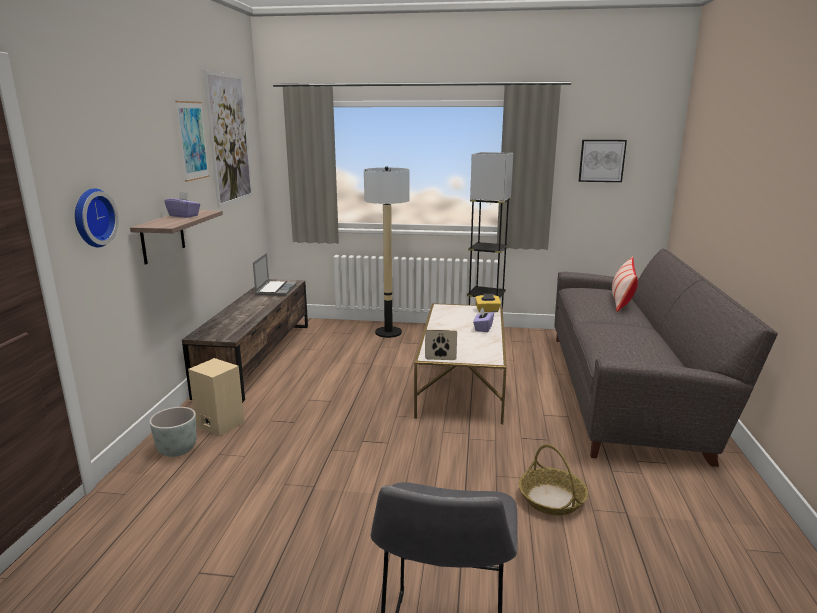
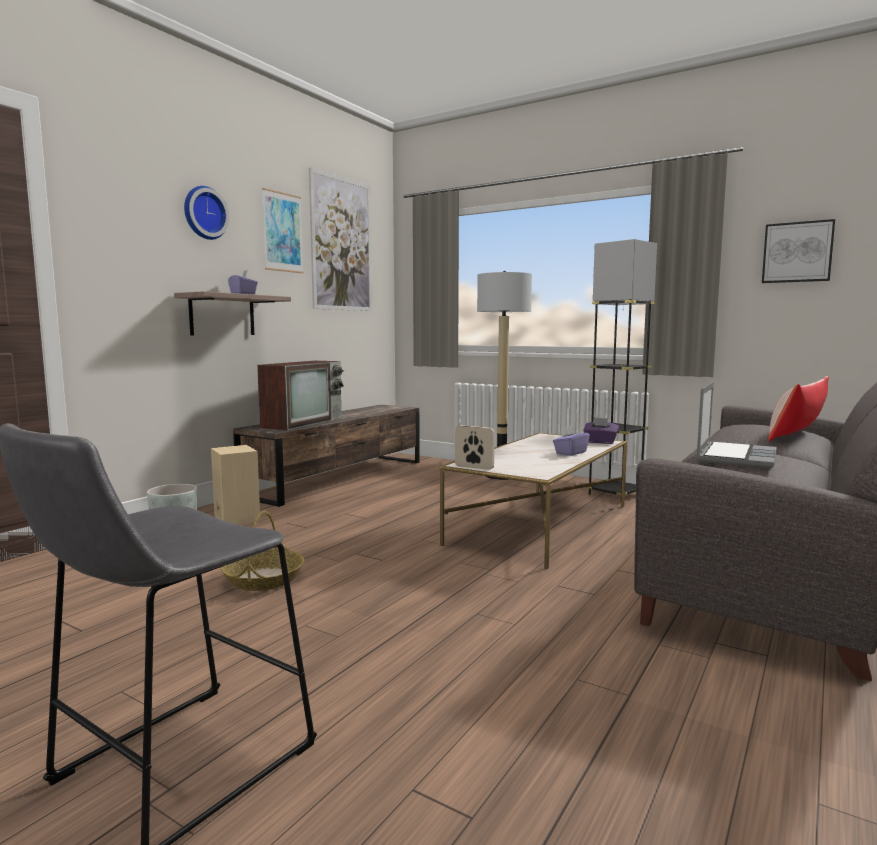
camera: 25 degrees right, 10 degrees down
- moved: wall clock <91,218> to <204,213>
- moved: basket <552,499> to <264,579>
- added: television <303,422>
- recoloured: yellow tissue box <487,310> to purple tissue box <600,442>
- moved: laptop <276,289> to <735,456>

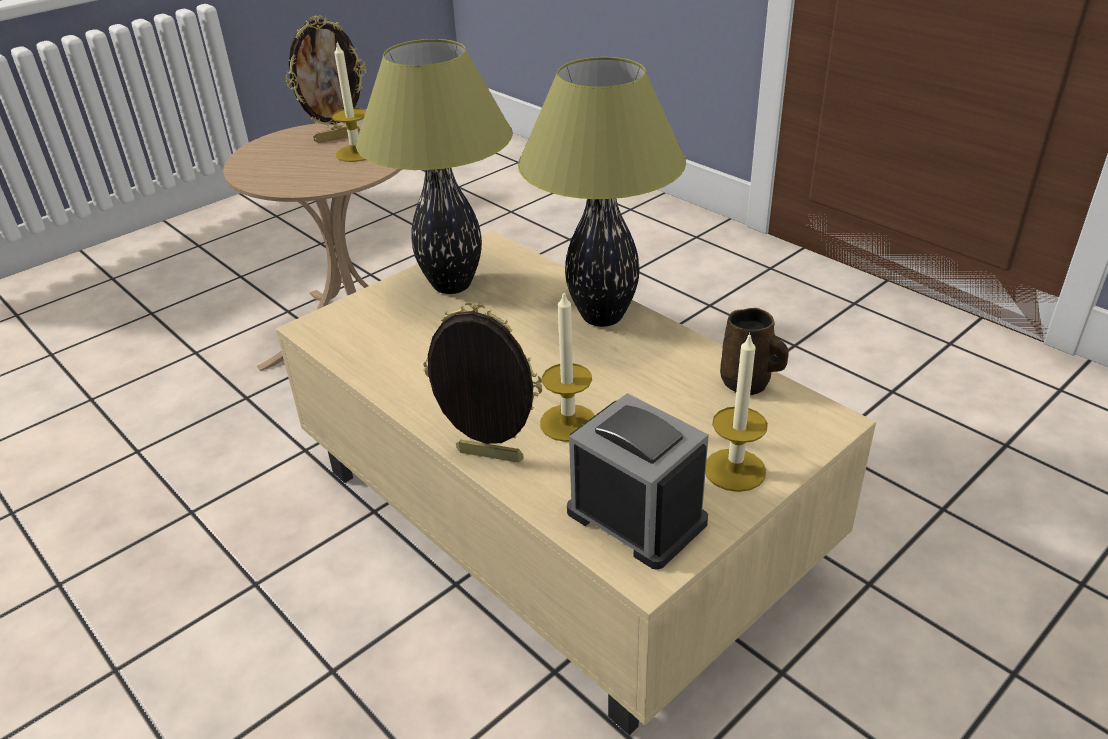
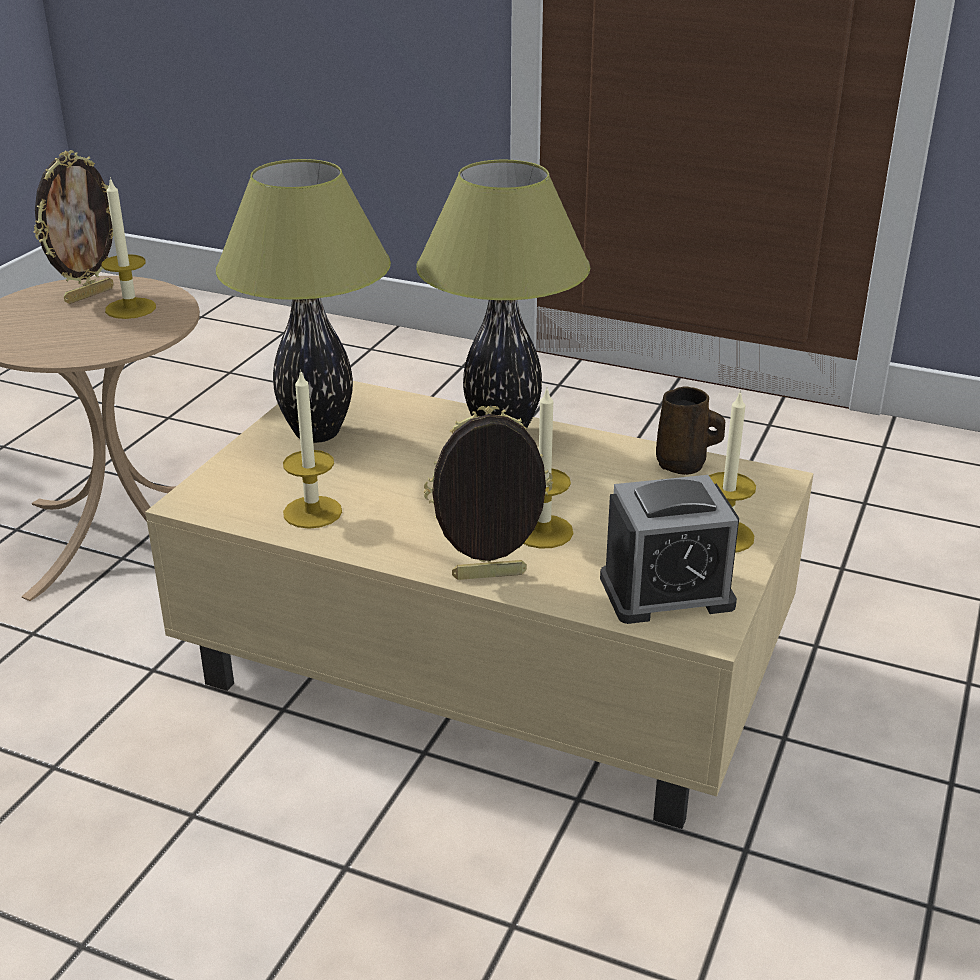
camera: 25 degrees left, 5 degrees down
- added: candle <312,512>
- turned: alarm clock <636,517> = <666,592> 150 degrees clockwise

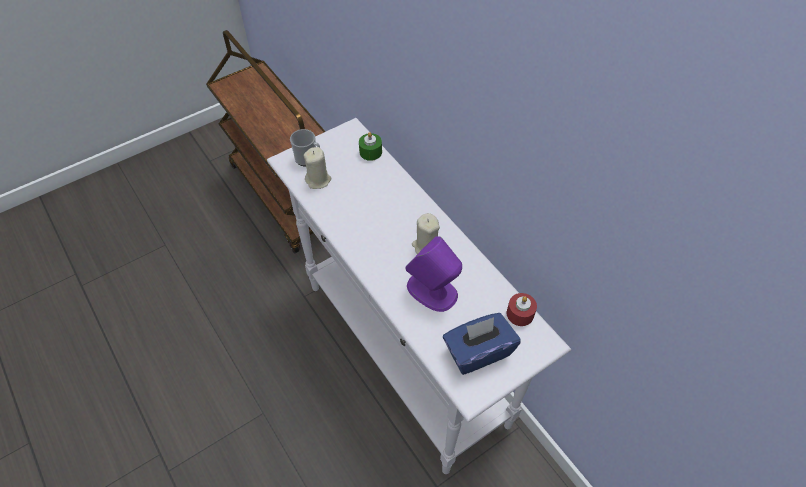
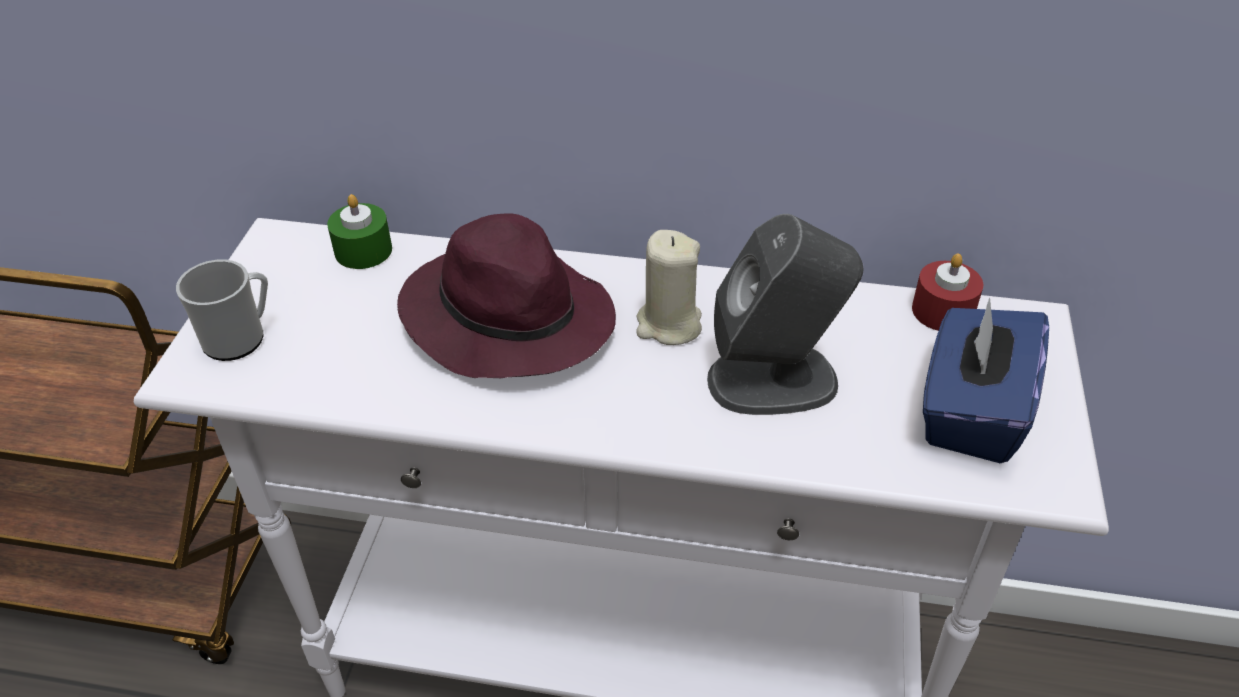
camera: 45 degrees left, 10 degrees down
- added: purple hat <505,317>
- recoloured: purple speaker <432,291> to grey speaker <774,380>
- removed: beige candle <318,180>

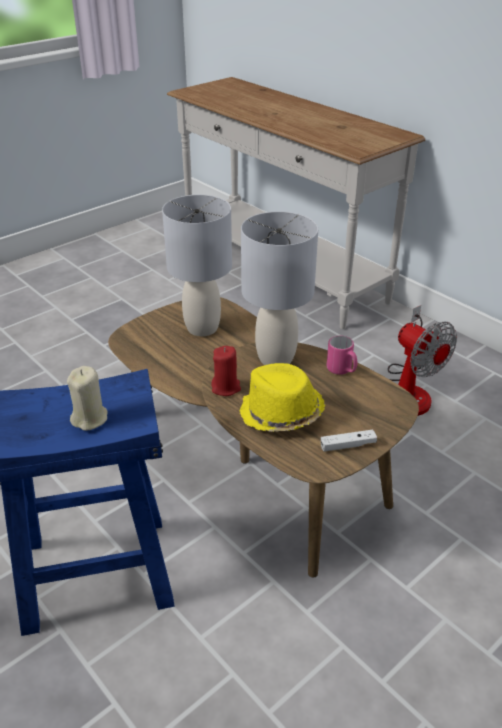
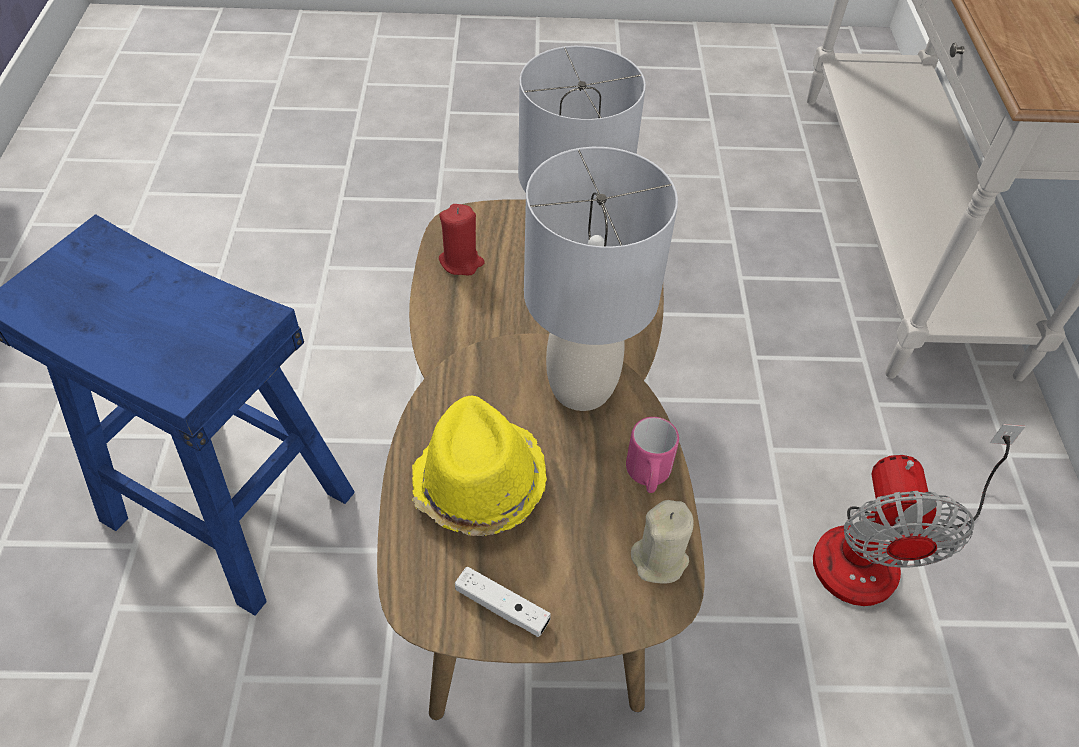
camera: 40 degrees right, 15 degrees up
- moved: red candle <226,388> to <461,262>
- moved: beige candle <90,418> to <659,559>

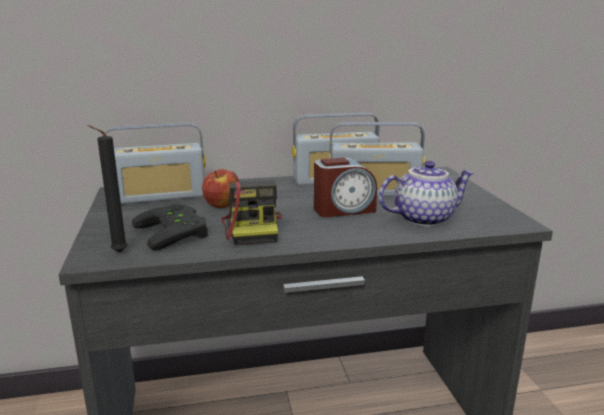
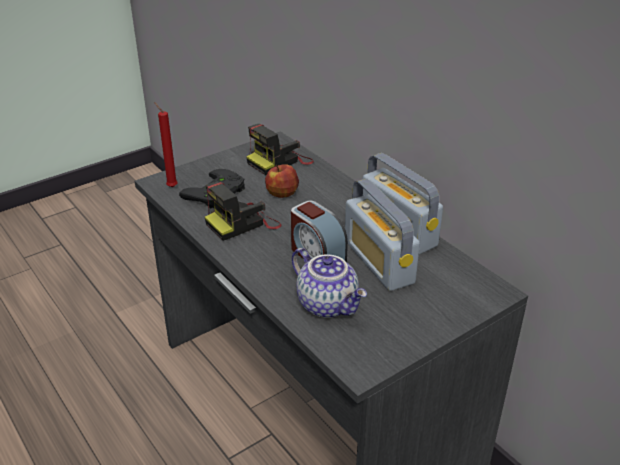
camera: 65 degrees right, 15 degrees up
- recoloured: black candle <117,253> to red candle <171,186>
- replaced: radio <159,196> to photo camera <279,161>

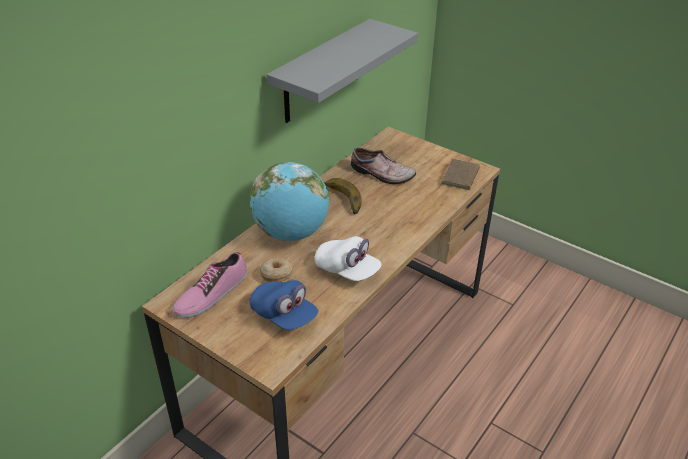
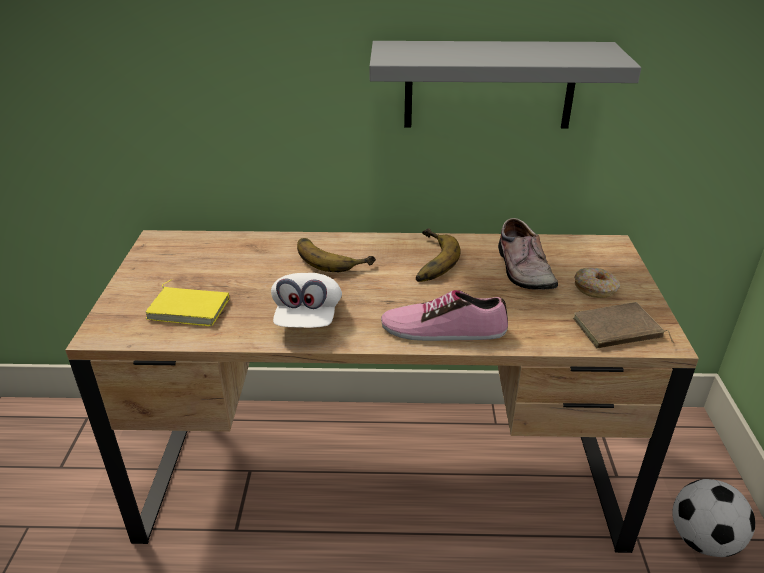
camera: 55 degrees right, 5 degrees down
- replaced: blue cap <284,315> to yellow book <190,308>
- replaced: globe <291,233> to banana <333,257>
- moved: shoe <211,293> to <443,329>
- moved: donut <276,274> to <595,289>
- added: football <703,540>

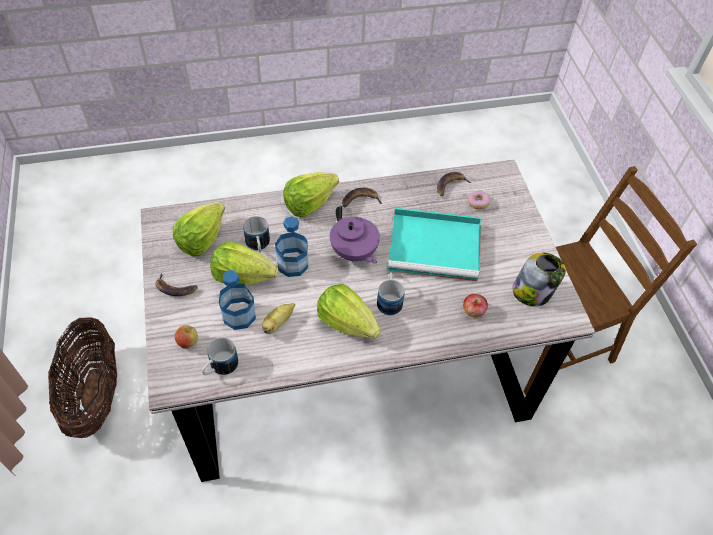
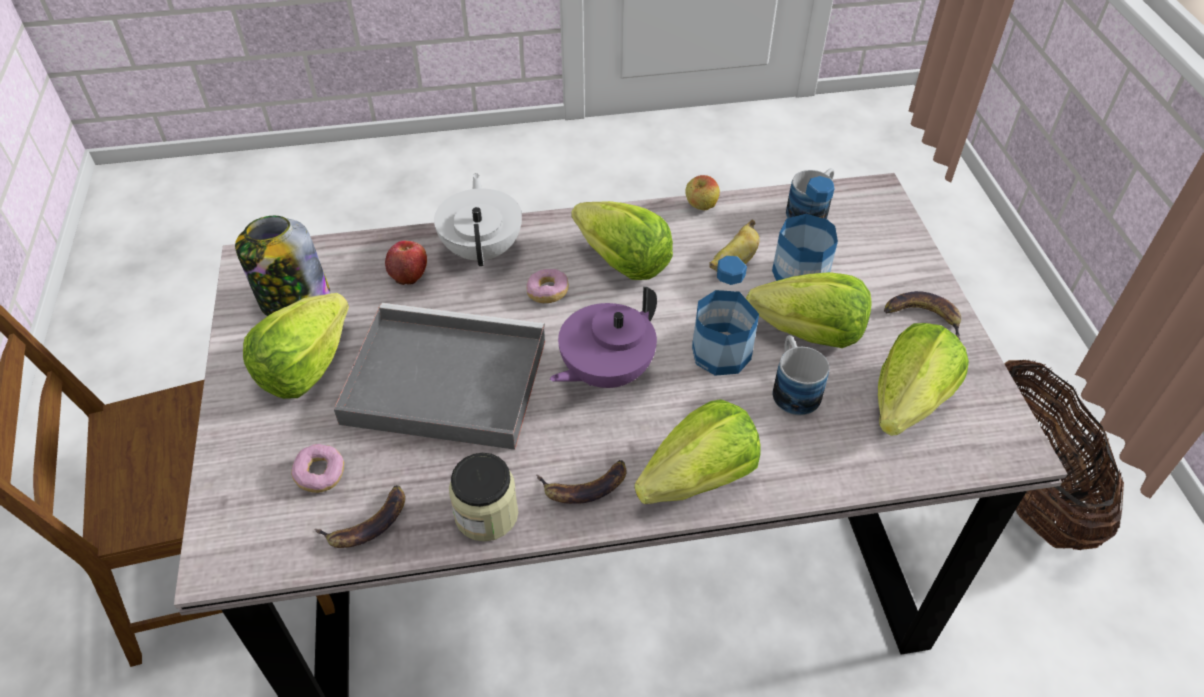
camera: 175 degrees left, 5 degrees down
- added: lettuce <305,367>
- recoloured: turquoise tray <436,246> to grey tray <441,381>
- added: white teapot <483,249>
- added: jar <486,514>
- replaced: mug <389,300> to donut <547,293>
- turned: purple teapot <354,253> = <605,372> 105 degrees counterclockwise
- moved: apple <188,343> to <700,207>

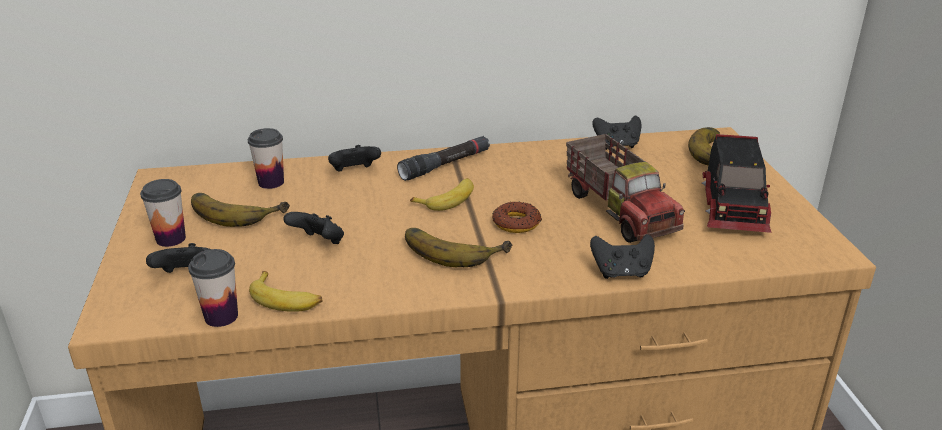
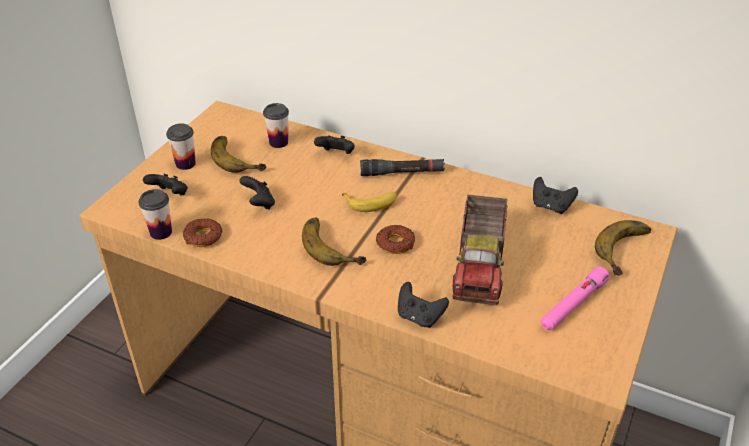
camera: 35 degrees right, 10 degrees up
- replaced: banana <286,299> to donut <203,237>
- replaced: toy truck <734,208> to pink flashlight <573,305>

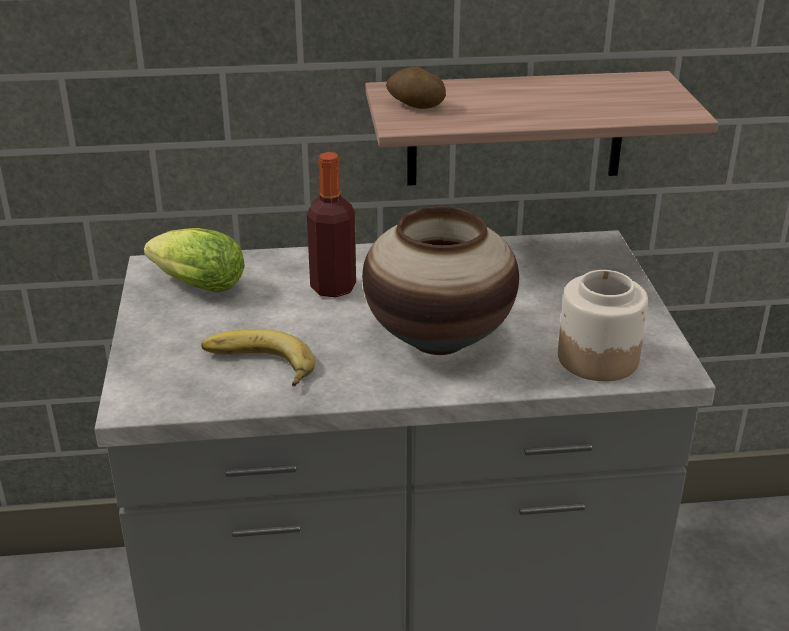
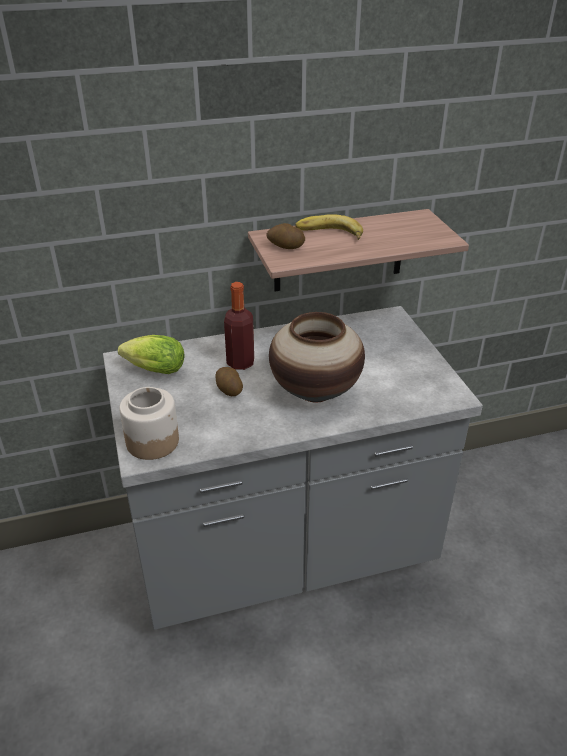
camera: 10 degrees left, 5 degrees up
- moved: jar <597,358> to <152,441>
- added: potato <229,390>
- moved: banana <257,367> to <329,234>

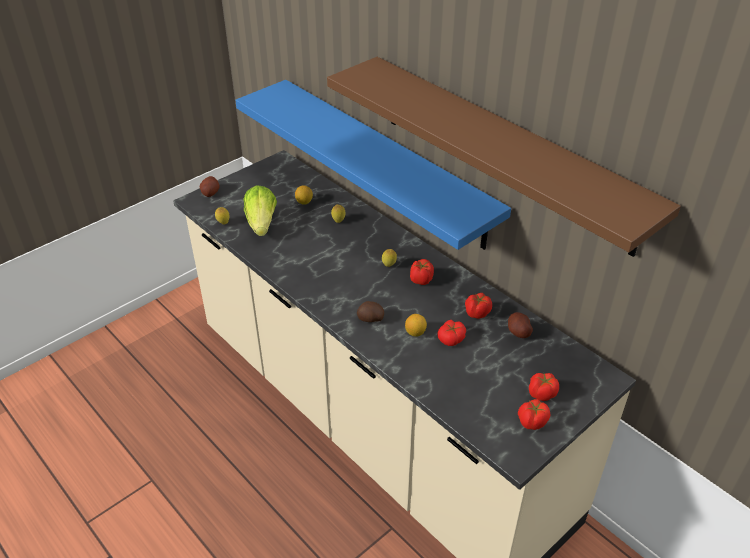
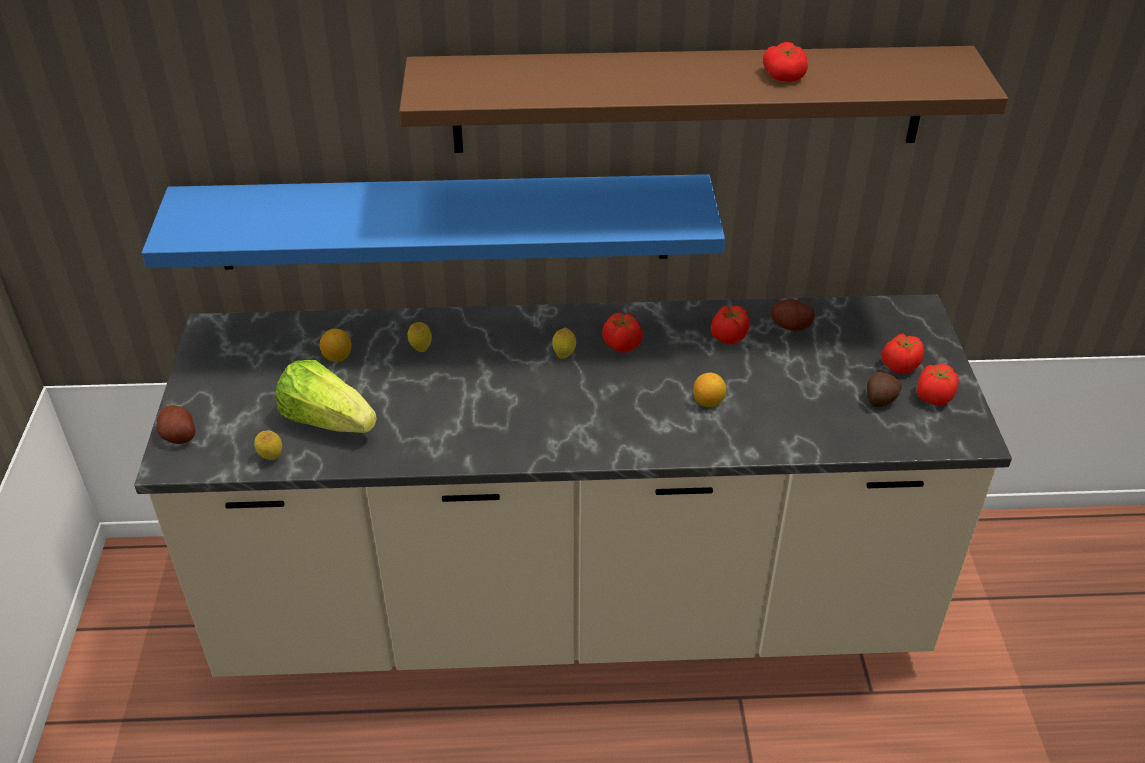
camera: 50 degrees left, 0 degrees up
- moved: tomato <451,338> to <784,75>
- moved: potato <370,319> to <879,400>

